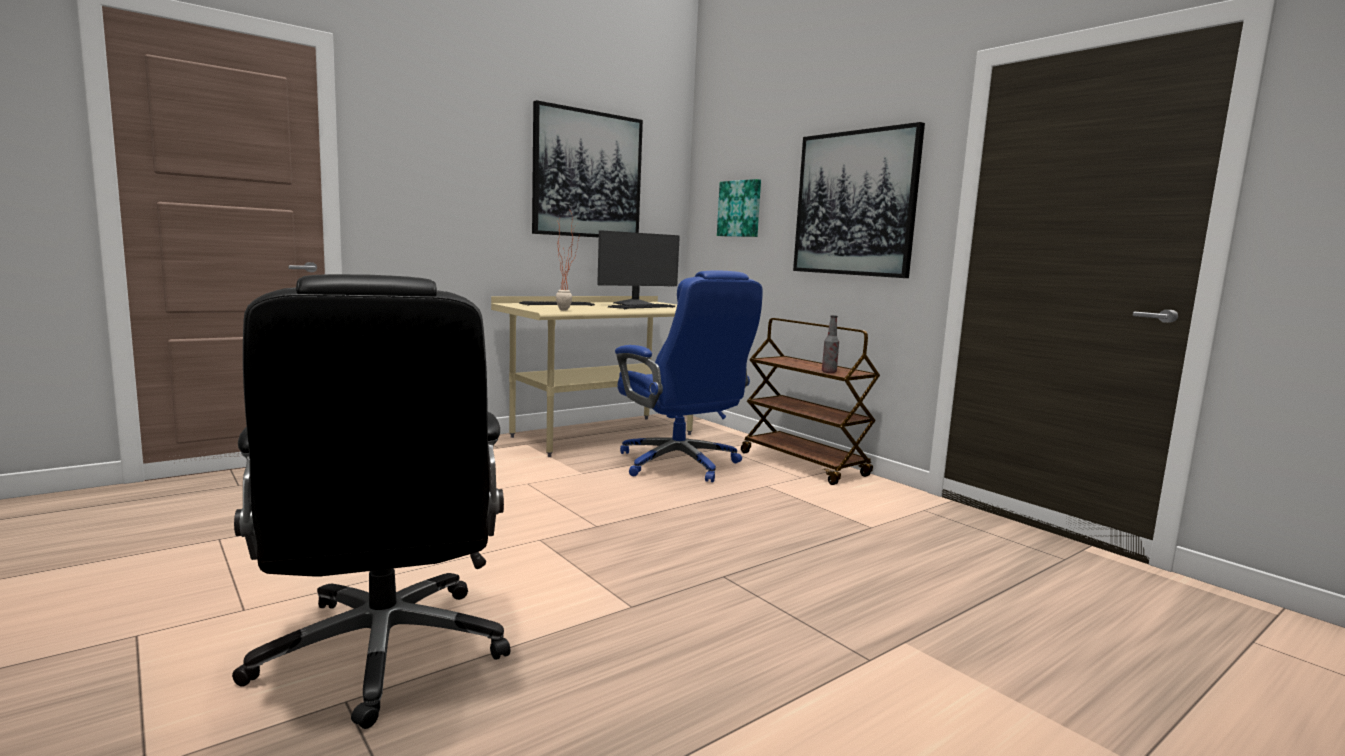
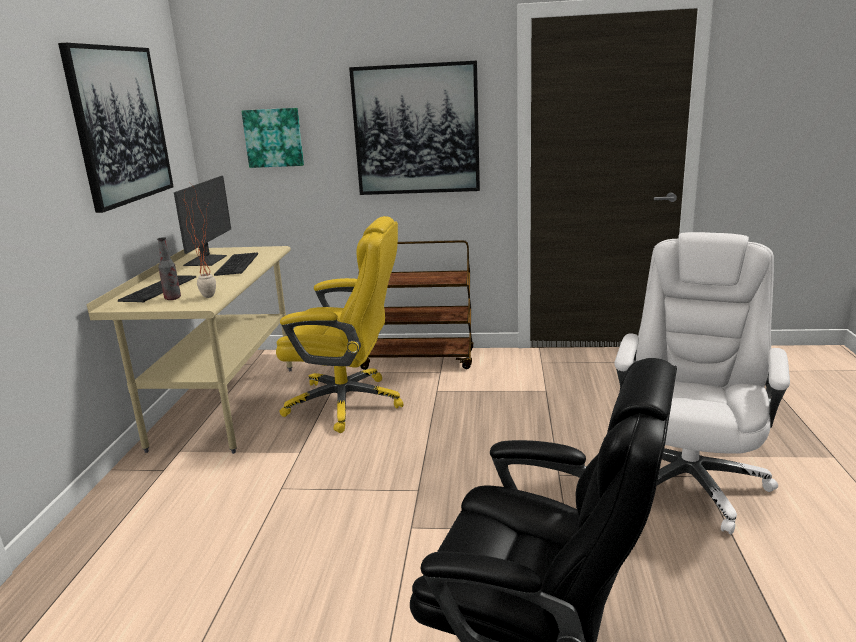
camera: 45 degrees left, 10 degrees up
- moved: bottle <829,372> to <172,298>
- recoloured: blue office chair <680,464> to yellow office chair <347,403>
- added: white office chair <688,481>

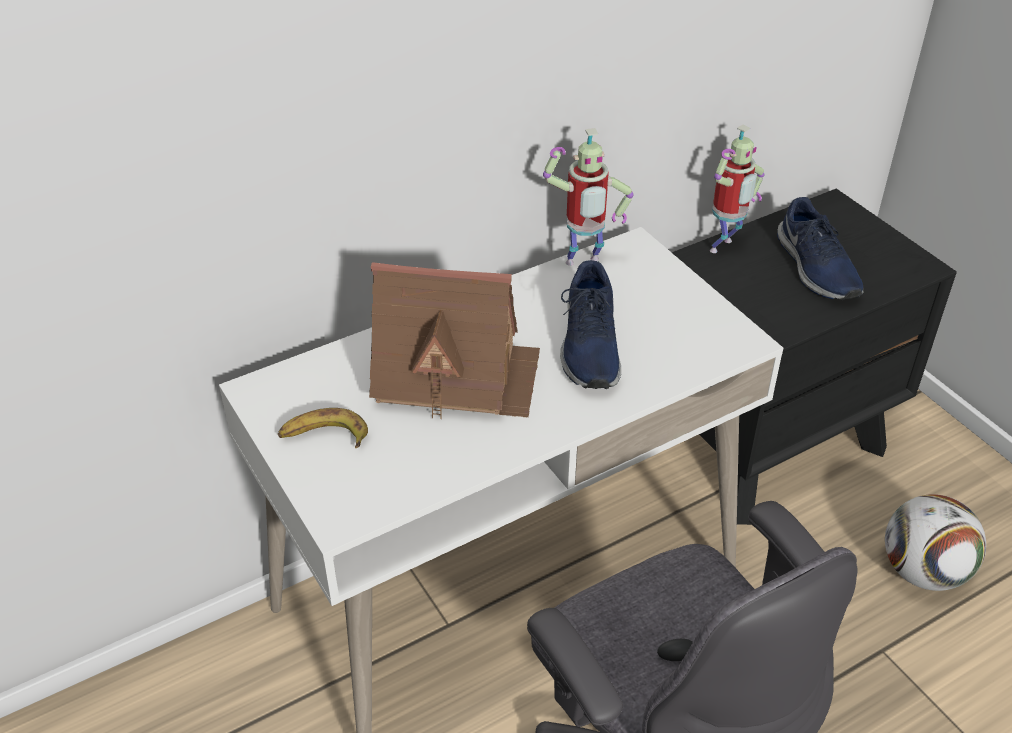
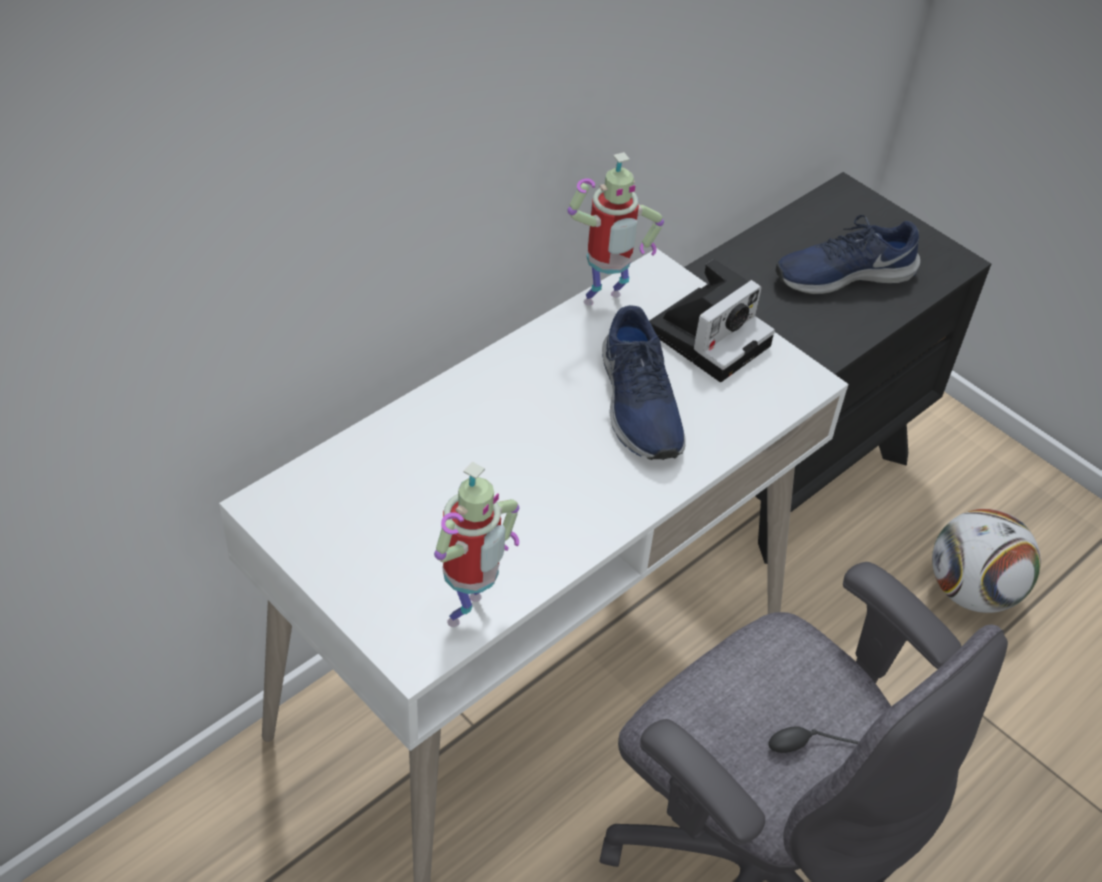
camera: 15 degrees left, 5 degrees up
- moved: toy robot <724,248> to <470,614>
- added: photo camera <710,335>
- turned: blue shoe <815,268> = <843,274> 105 degrees clockwise
- removed: banana <324,436>
- removed: toy house <456,375>

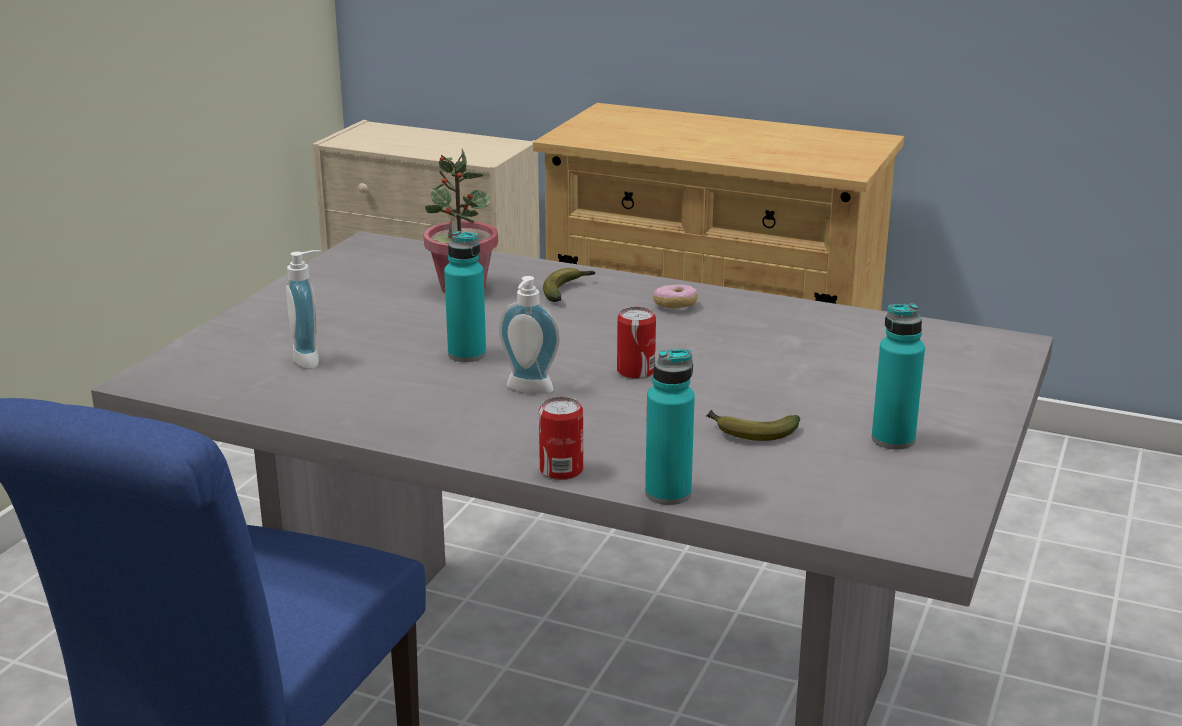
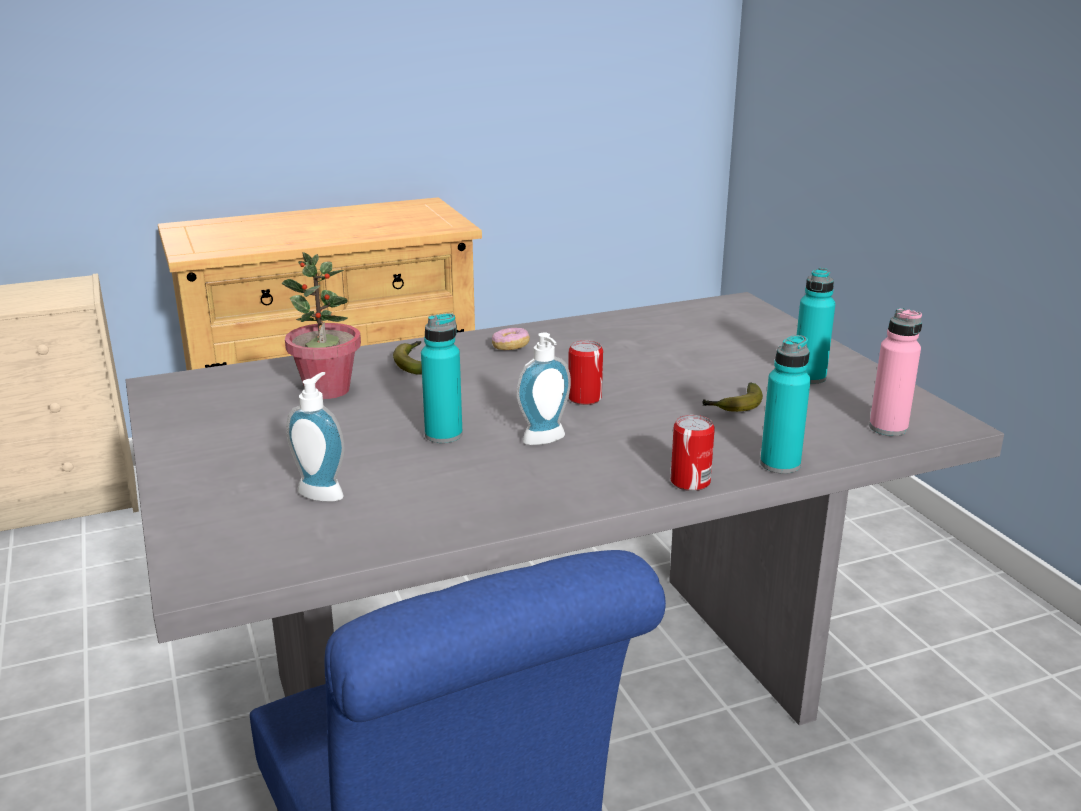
camera: 45 degrees left, 0 degrees up
- added: pink bottle <888,428>

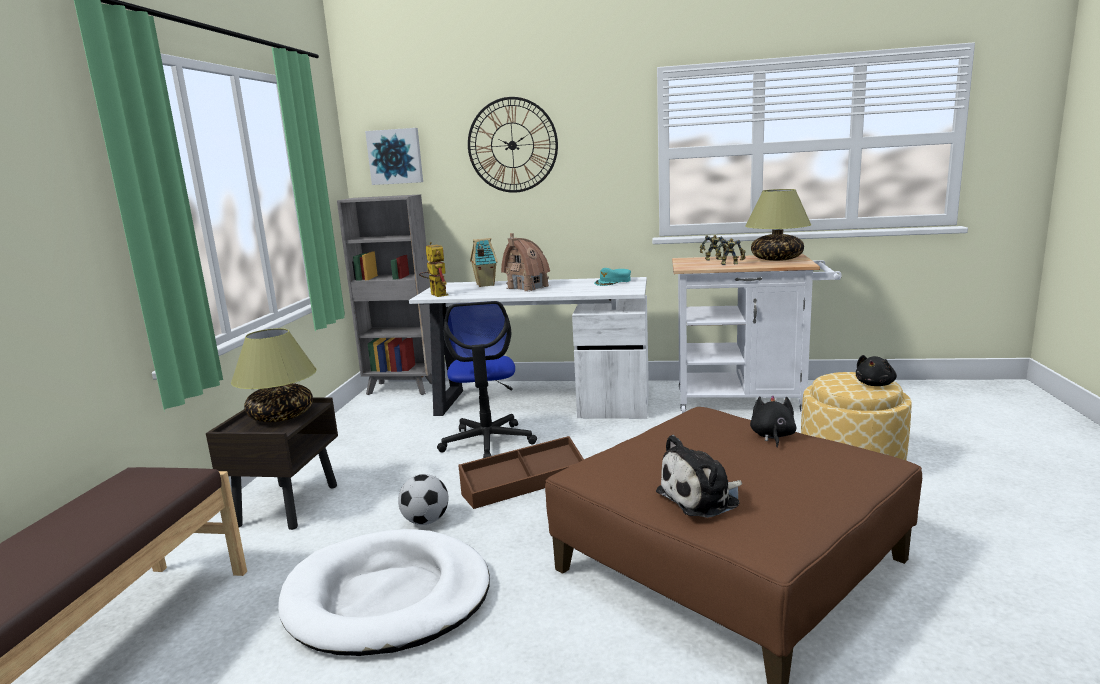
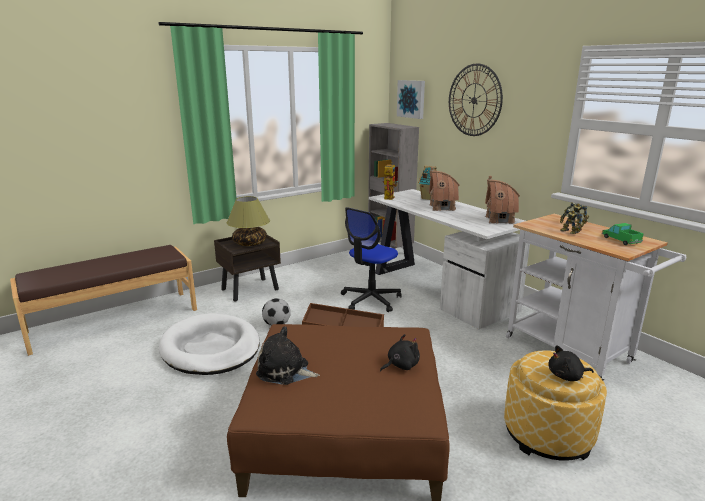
camera: 45 degrees right, 5 degrees up
- replaced: turquoise cap <613,282> to toy house <499,220>
- replaced: table lamp <777,259> to toy truck <621,240>

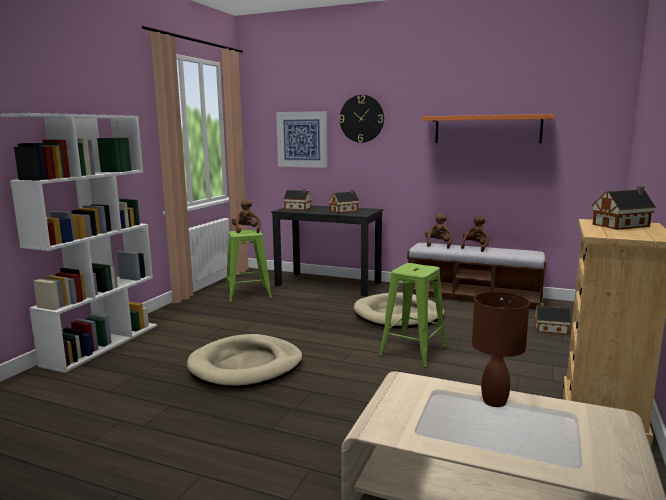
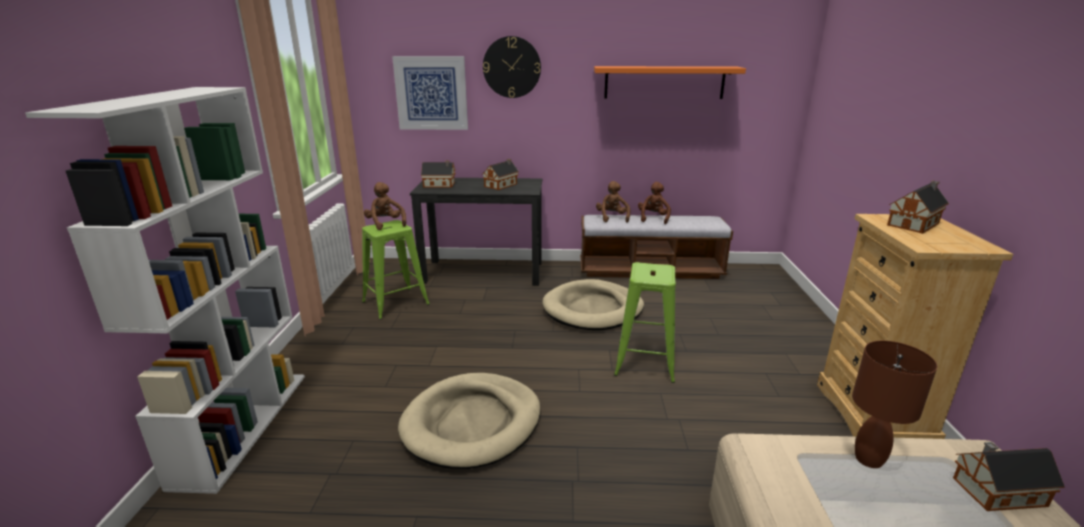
camera: 20 degrees left, 10 degrees up
- moved: toy house <549,329> to <995,491>

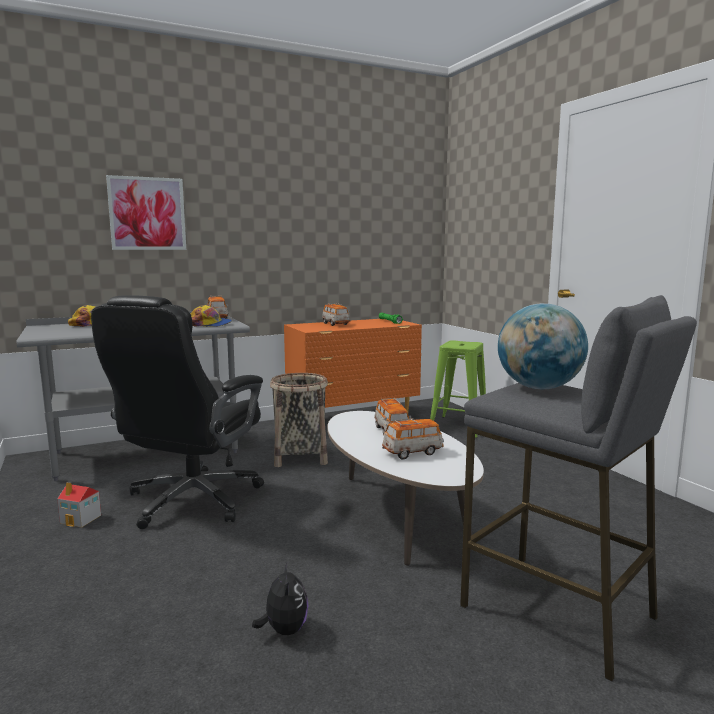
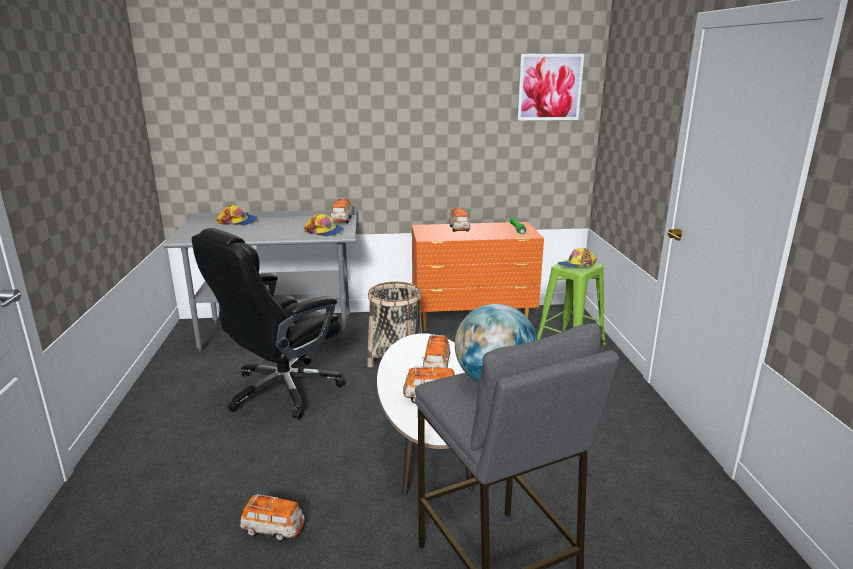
camera: 20 degrees right, 10 degrees up
- replaced: plush toy <284,630> to toy car <273,529>
- moved: picture <147,213> to <549,87>
- added: cap <577,265>
- removed: toy house <81,519>

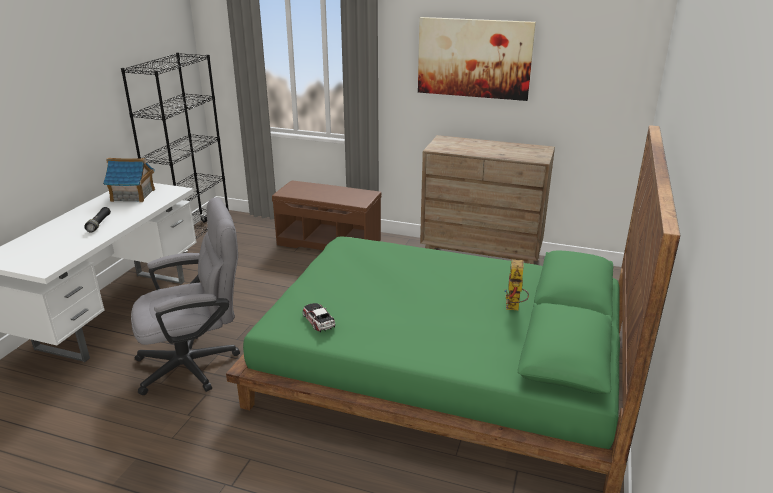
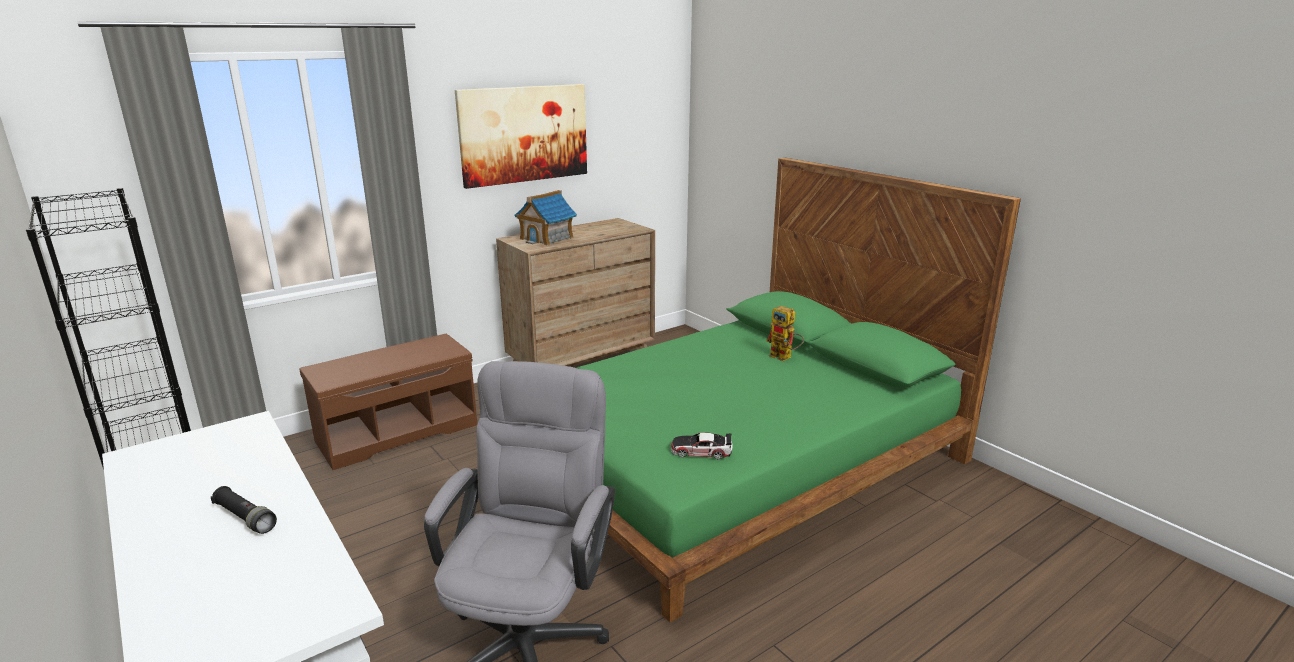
camera: 55 degrees left, 5 degrees down
- moved: toy house <133,195> to <547,238>

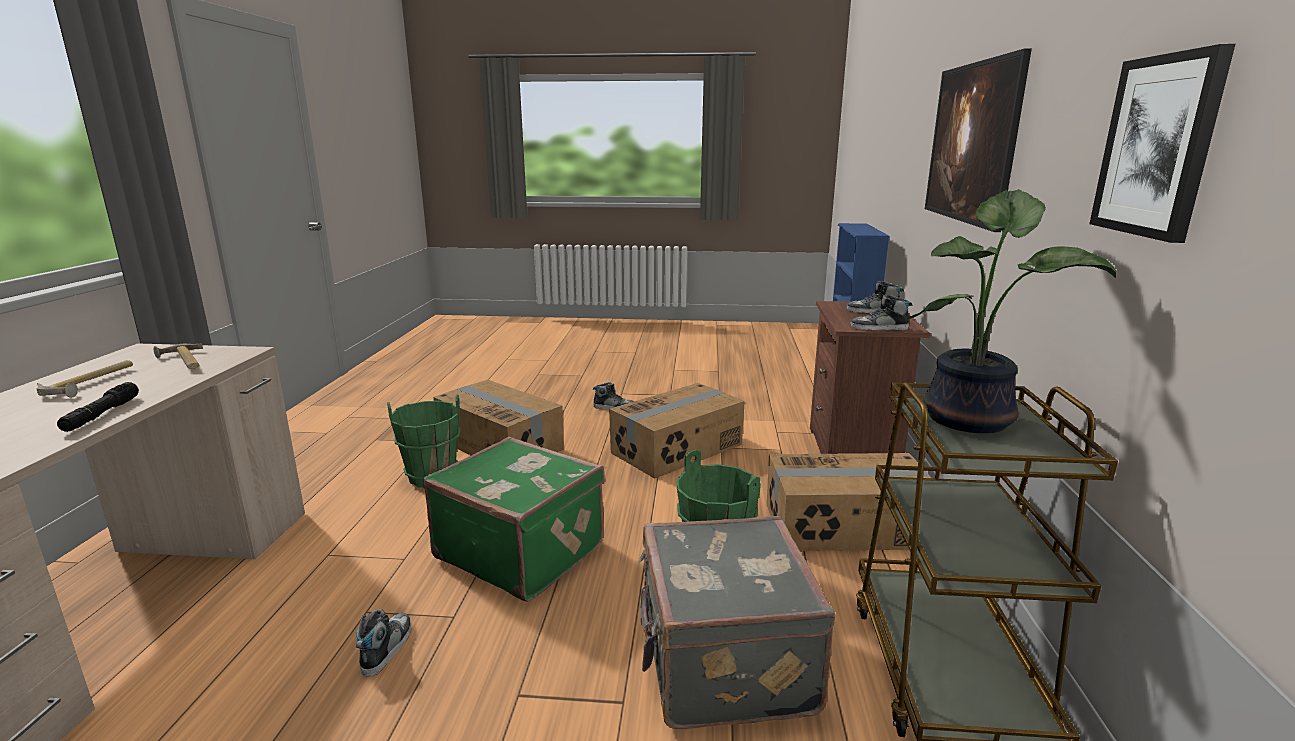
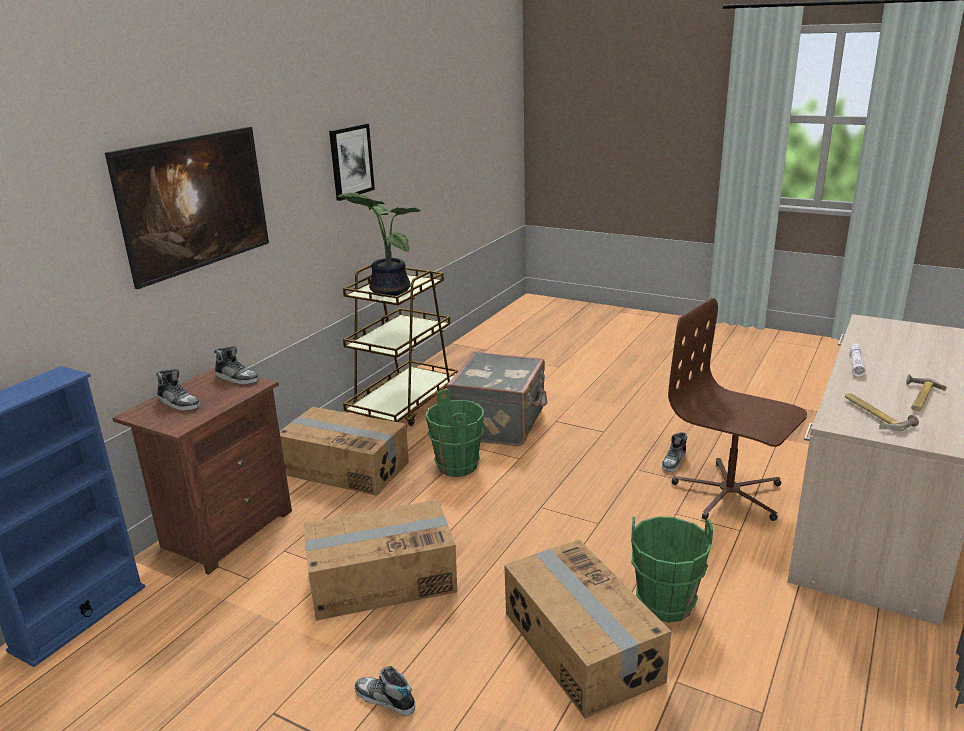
camera: 155 degrees left, 5 degrees up
- added: brown office chair <729,494>
- recoloured: black flashlight <102,415> to white flashlight <855,364>
- removed: green suitcase <521,551>

